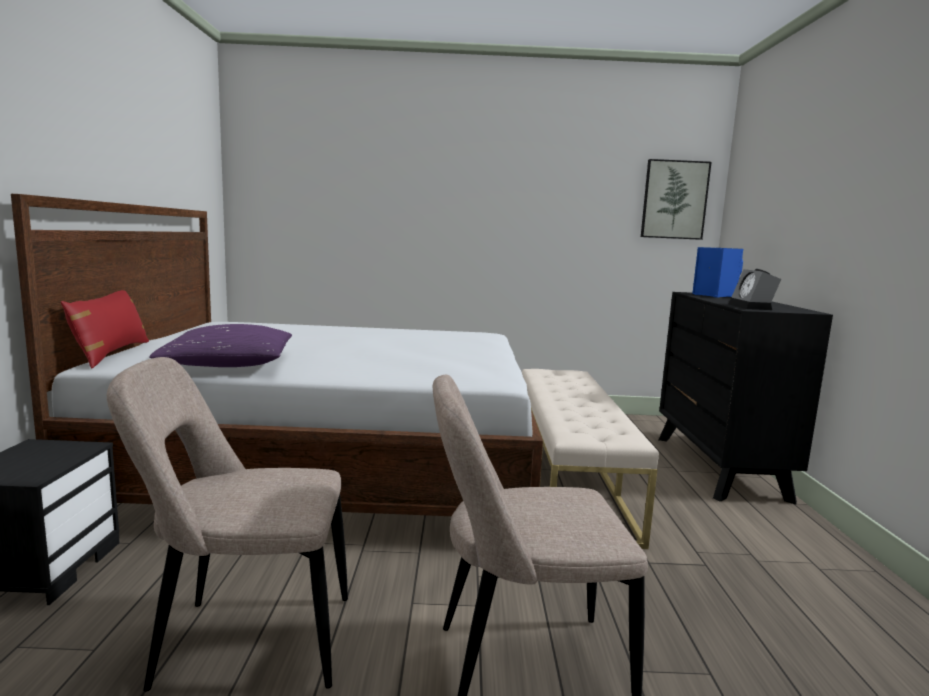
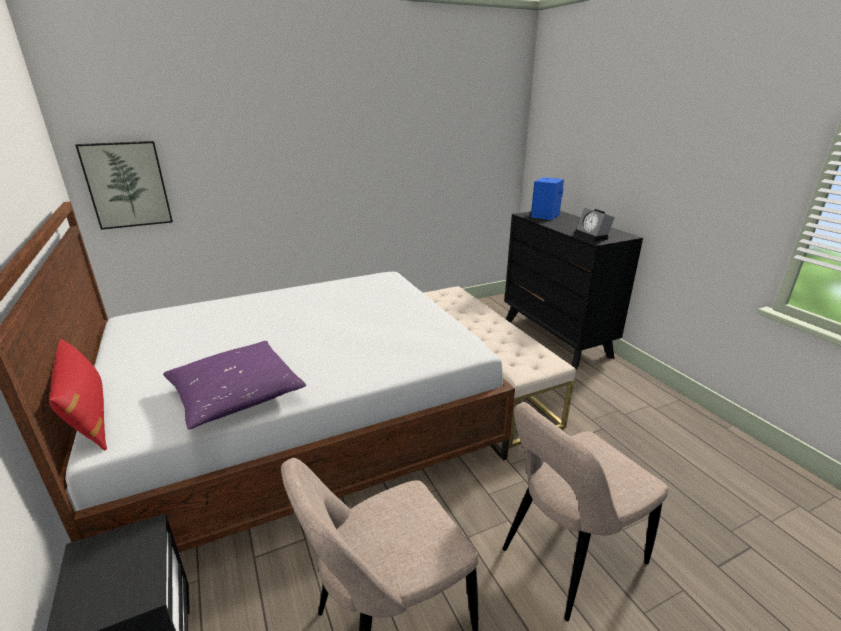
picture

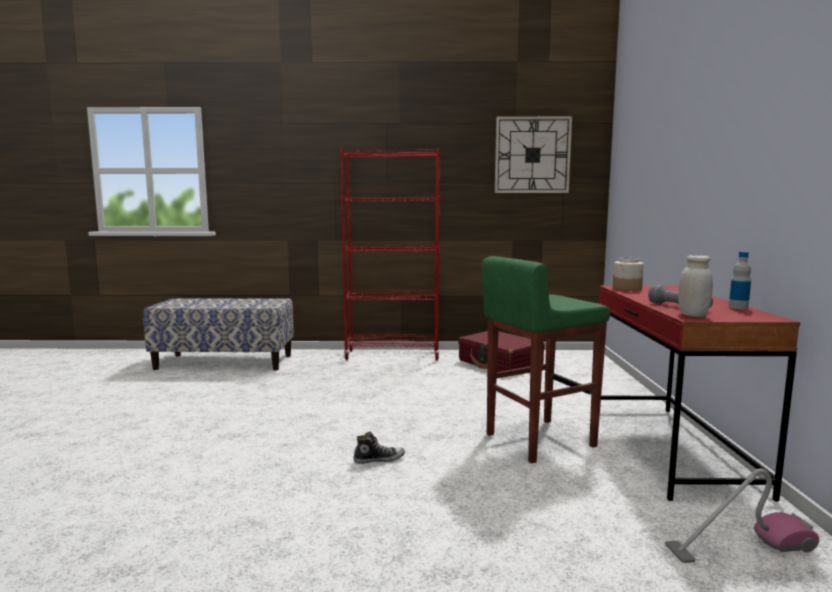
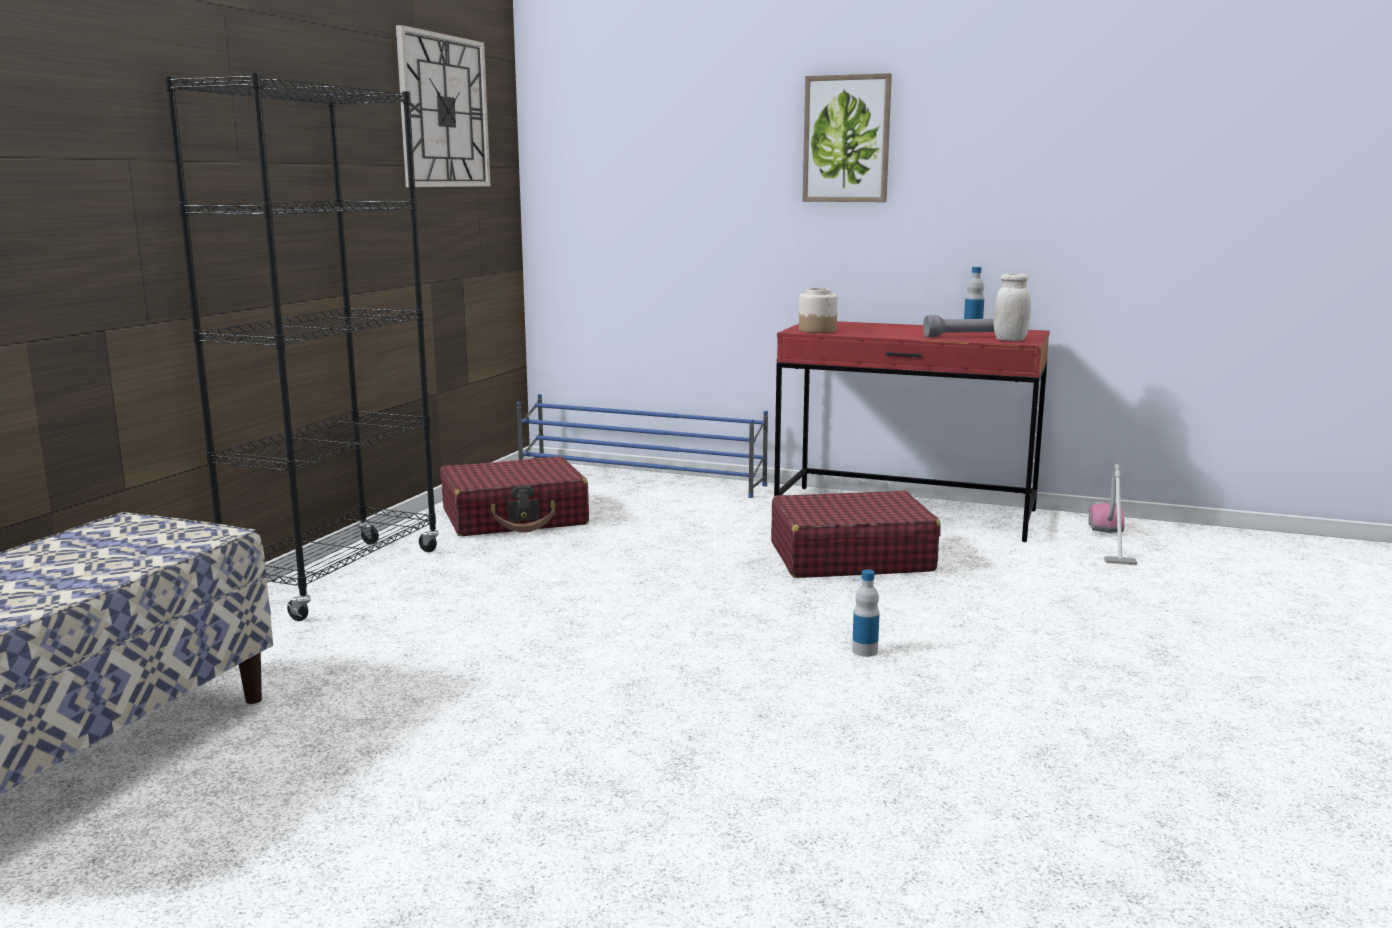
black bookcase
red suitcase (no. 2 from left)
bottle (no. 1 from left)
picture
blue shoe rack

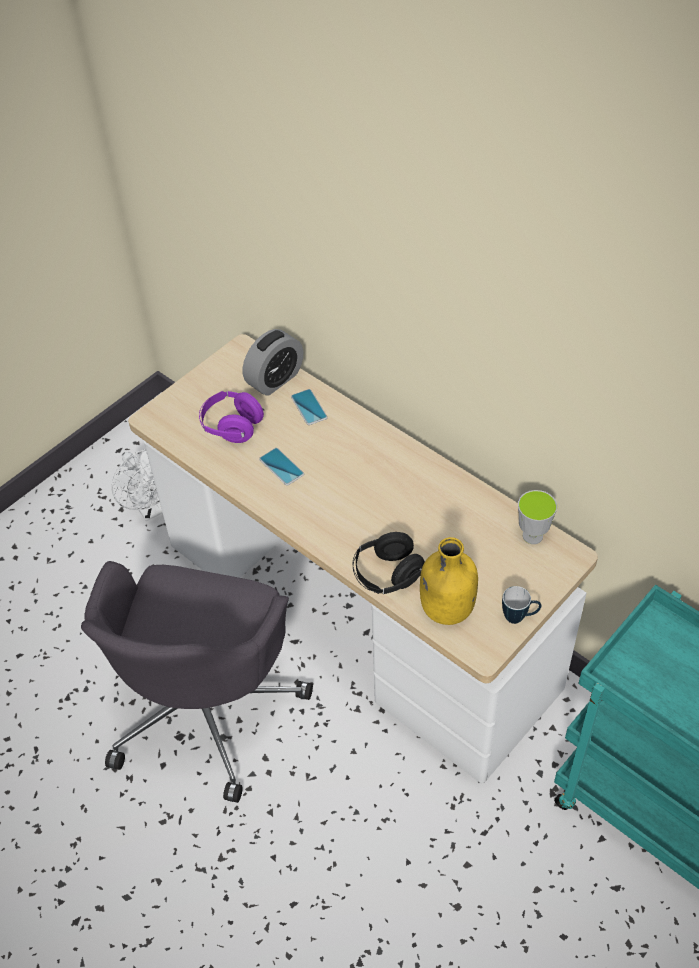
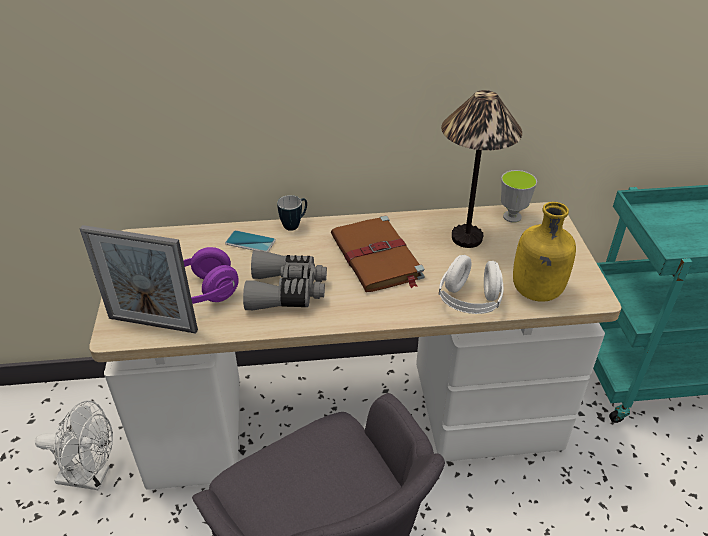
alarm clock
grey binoculars
white headphones
mug
table lamp
brown book
picture frame

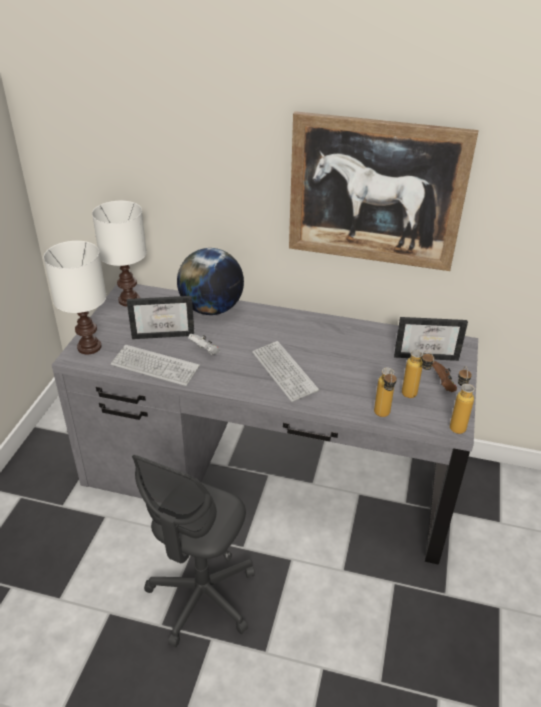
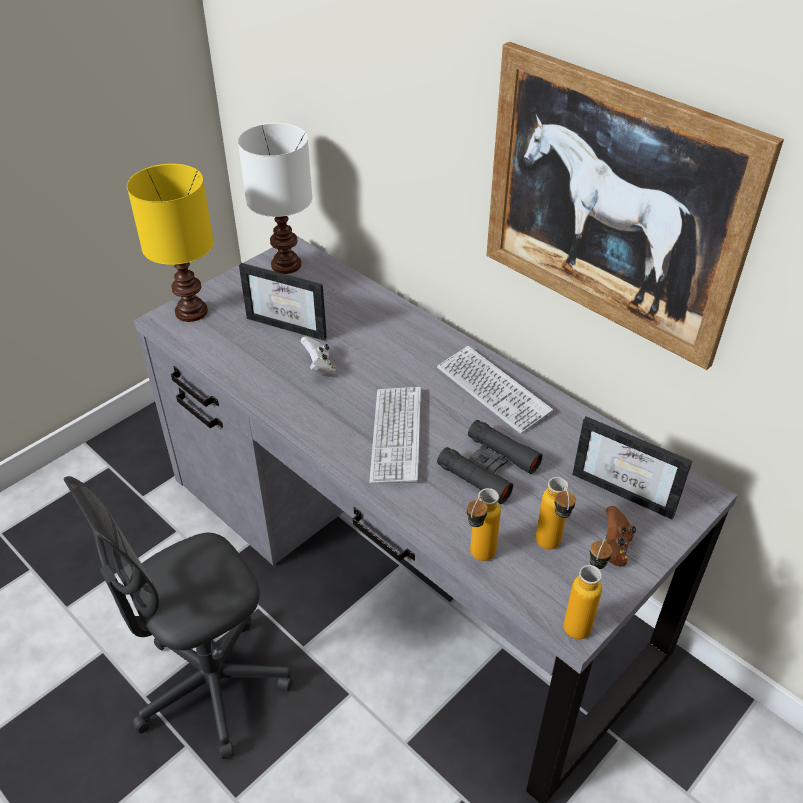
yellow table lamp
globe
keyboard (no. 2 from left)
black binoculars

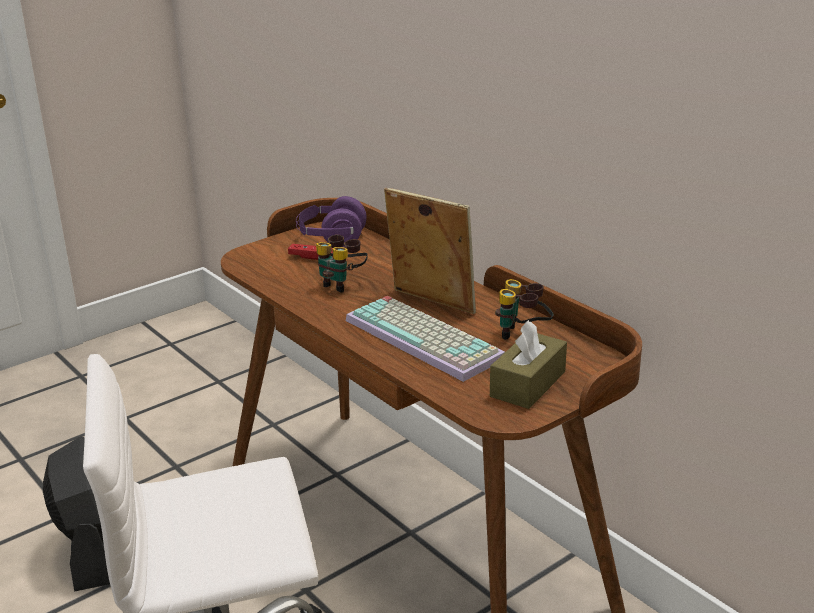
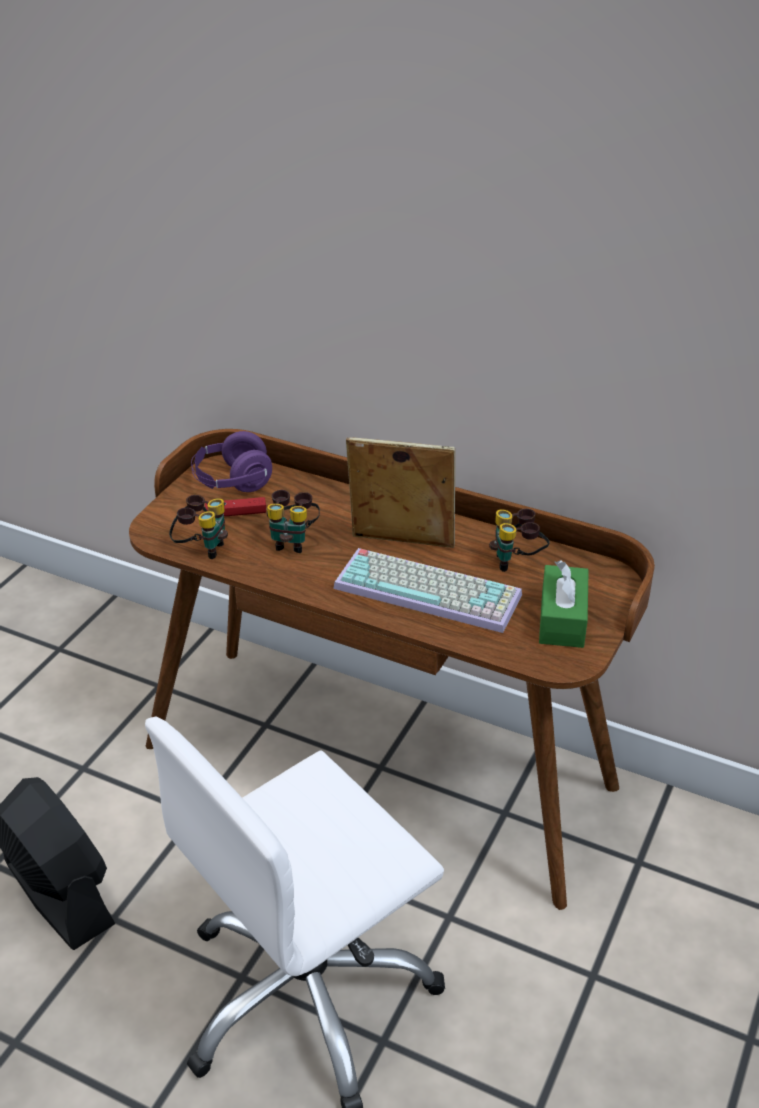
green tissue box
binoculars (no. 1 from left)

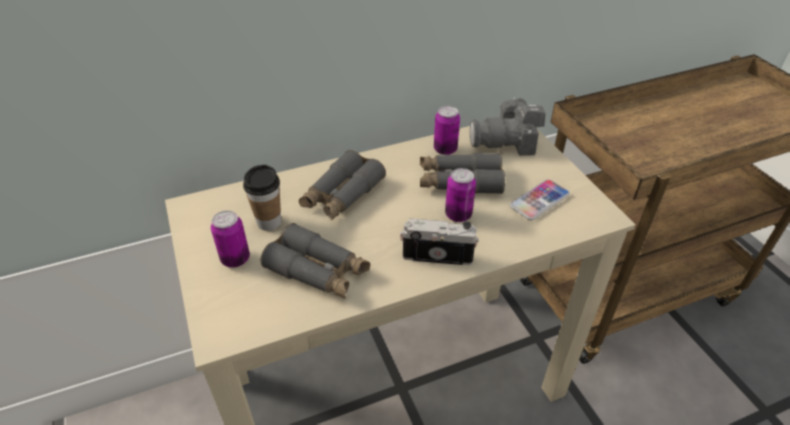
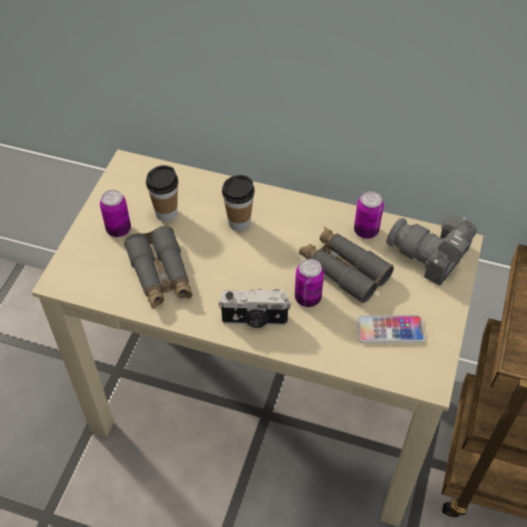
cup (no. 2 from left)
photo camera (no. 1 from left)

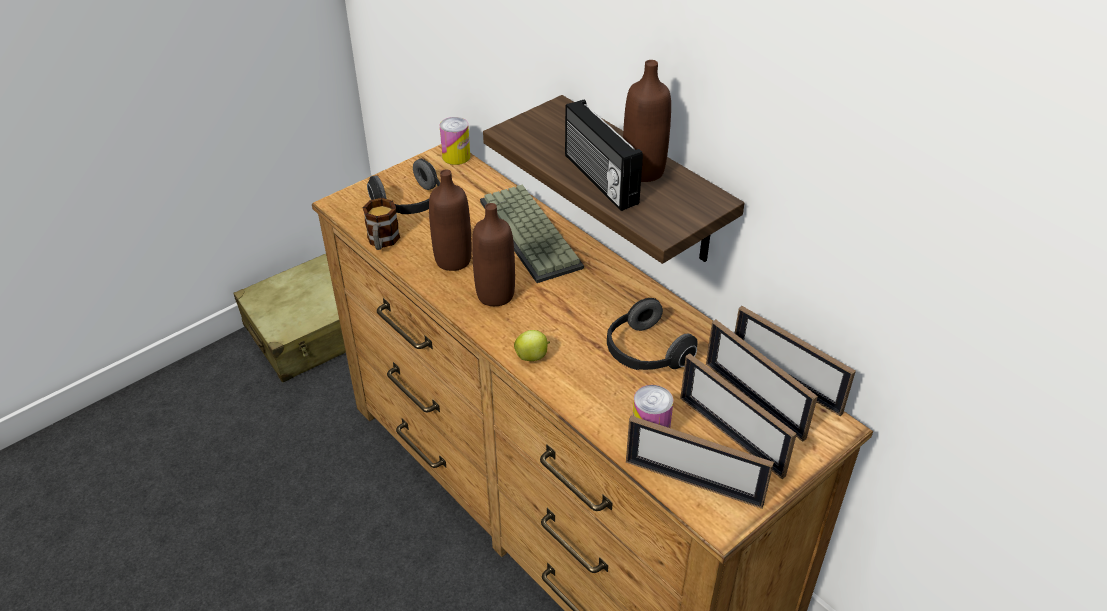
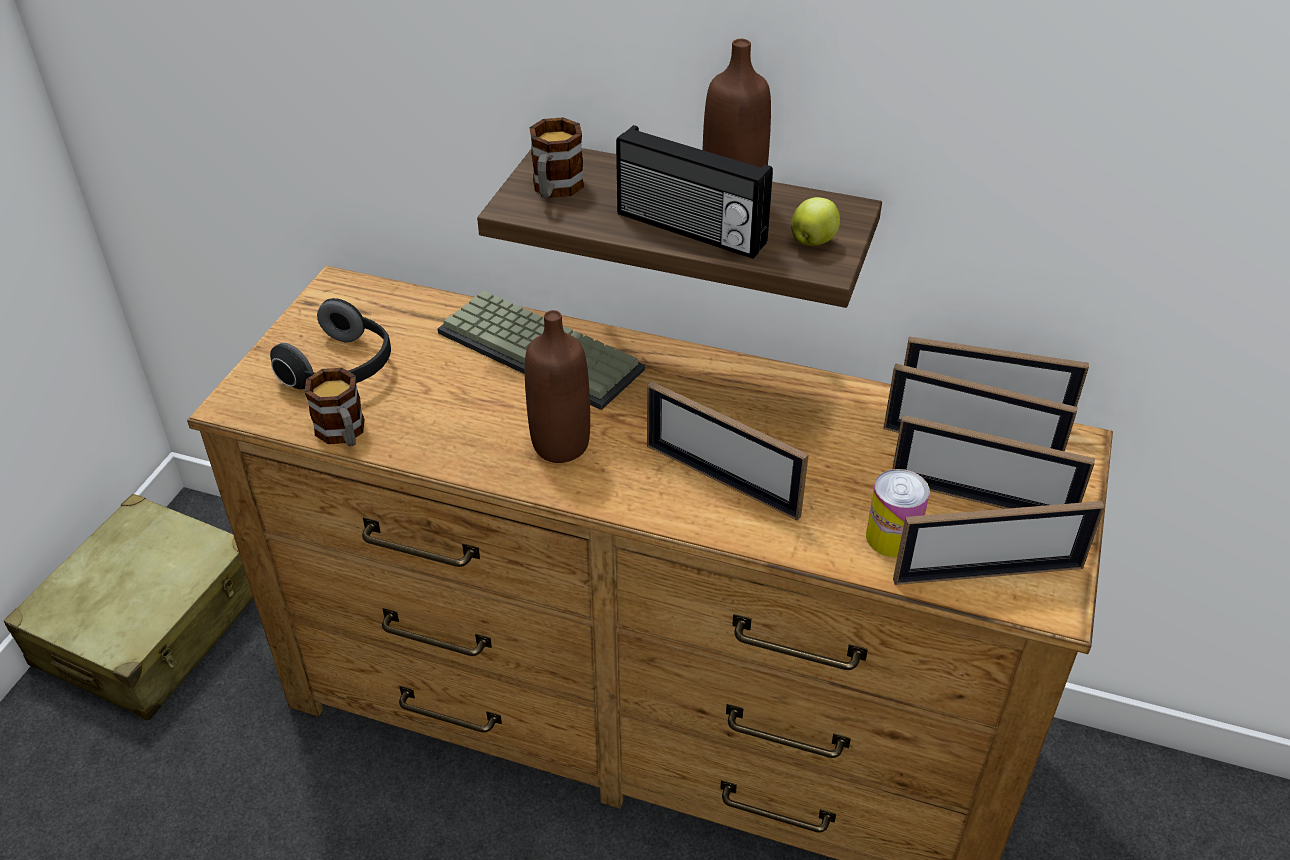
can (no. 1 from left in the first image)
brown bottle (no. 1 from left in the first image)
headphones (no. 2 from left in the first image)
apple
mug (no. 2 from left)
picture frame (no. 1 from left)

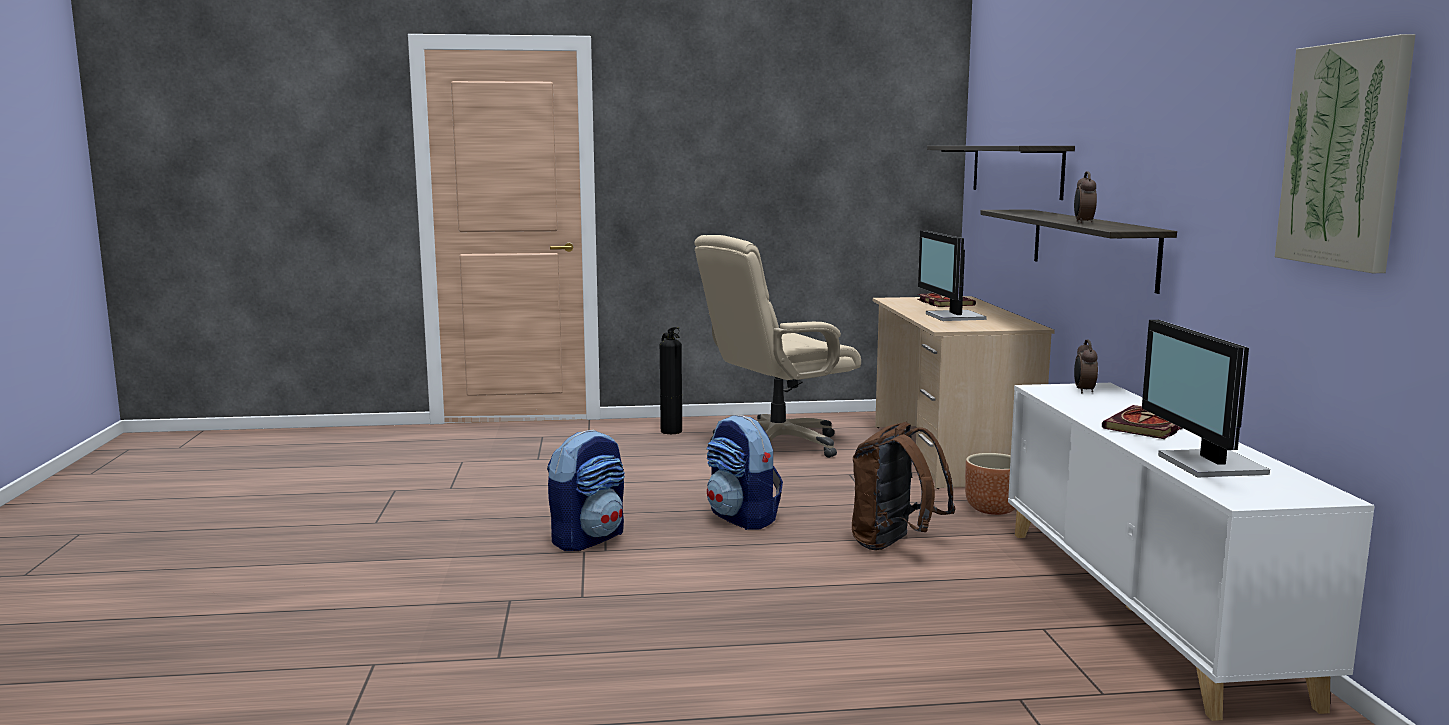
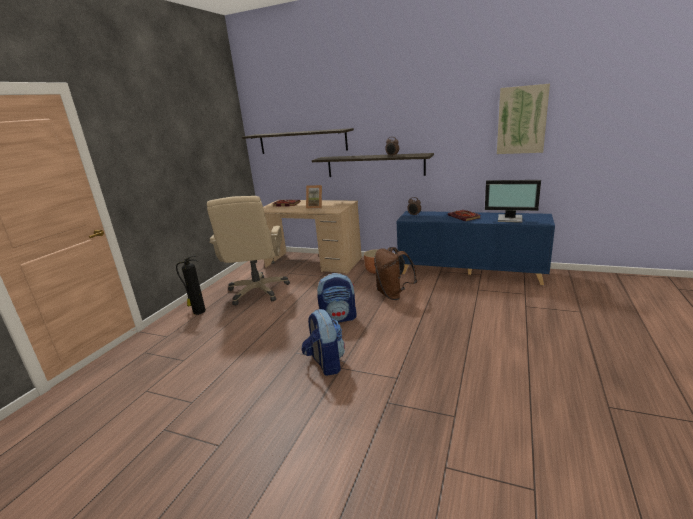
picture frame
blue cabinet

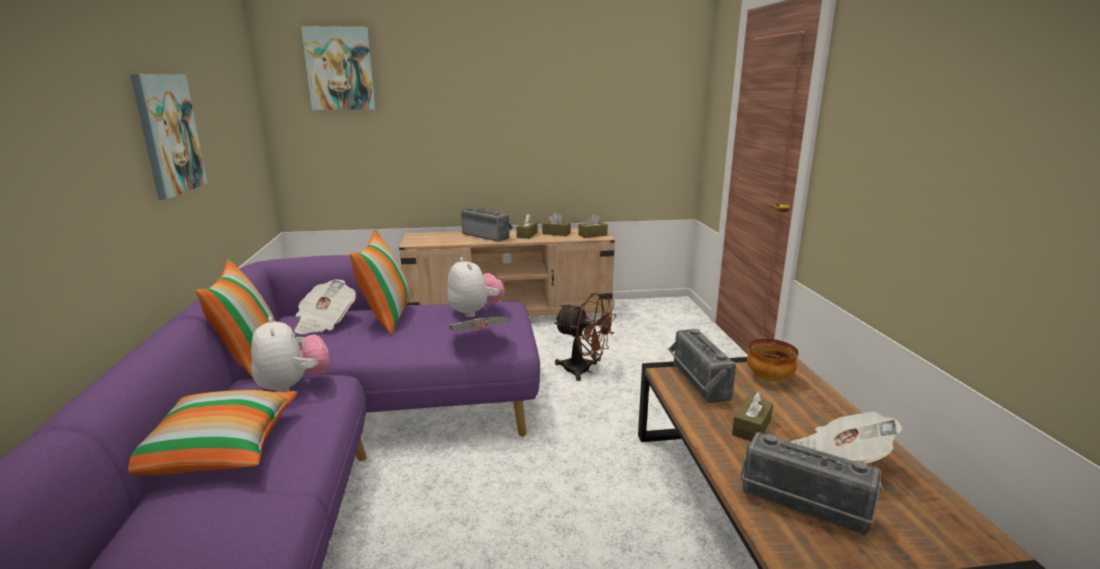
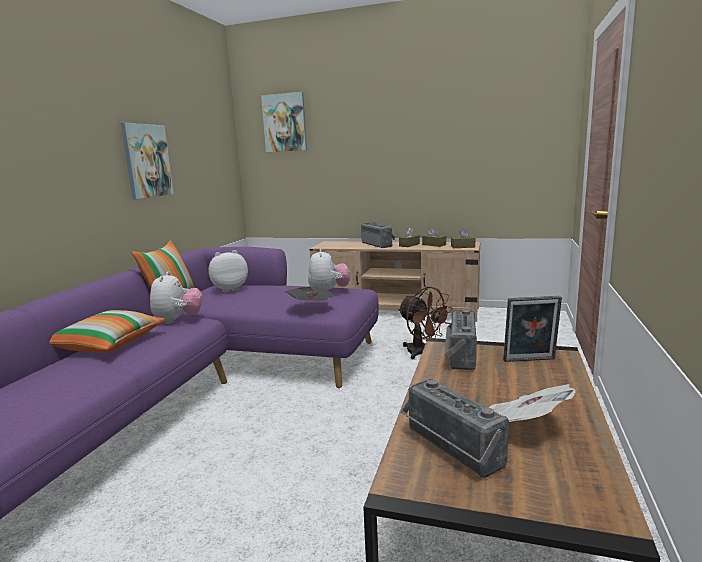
pillow (no. 3 from left in the first image)
plush toy (no. 2 from left)
picture frame
brown tissue box (no. 4 from left in the first image)

